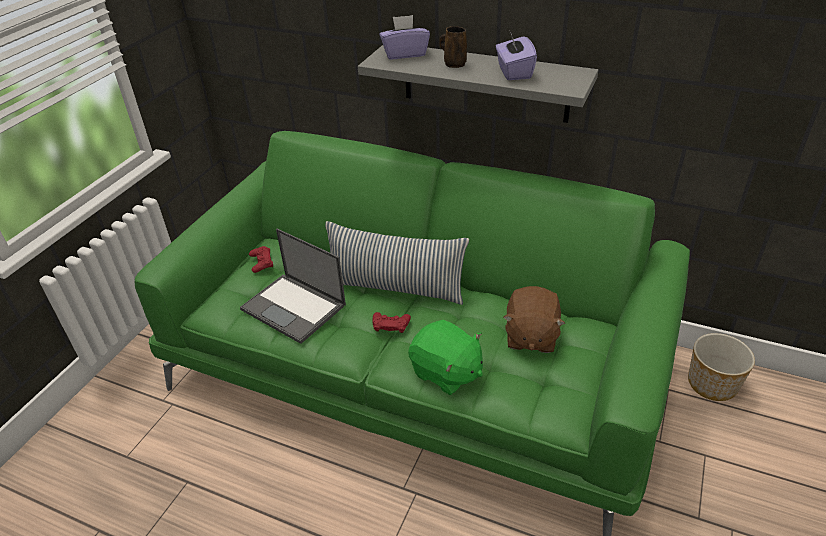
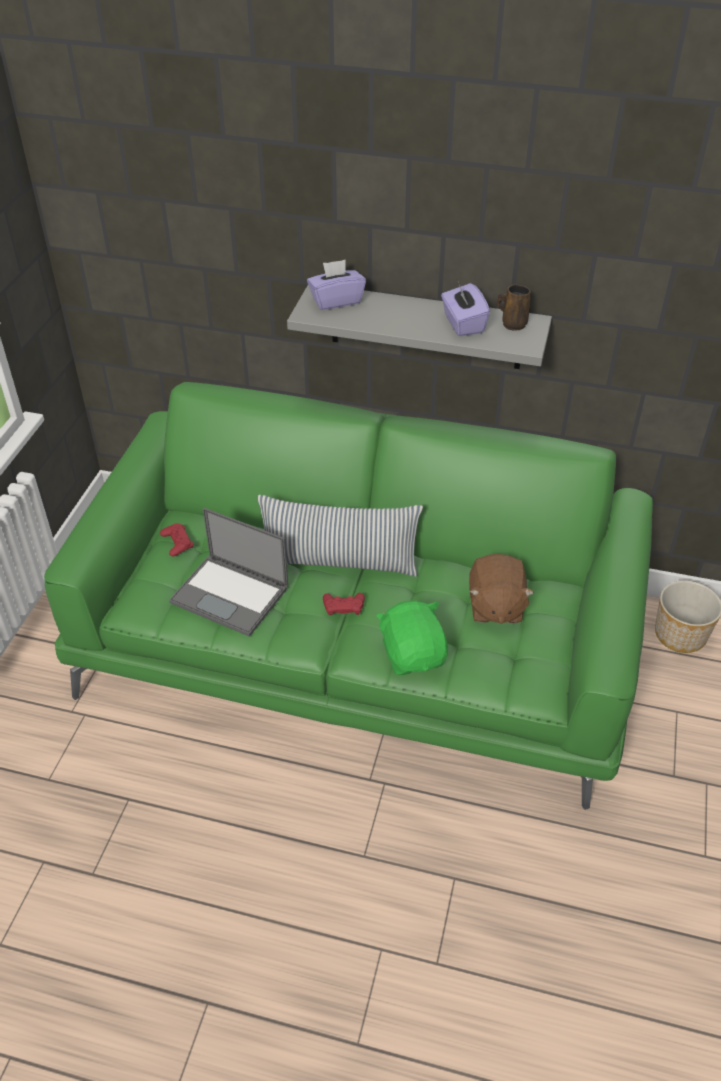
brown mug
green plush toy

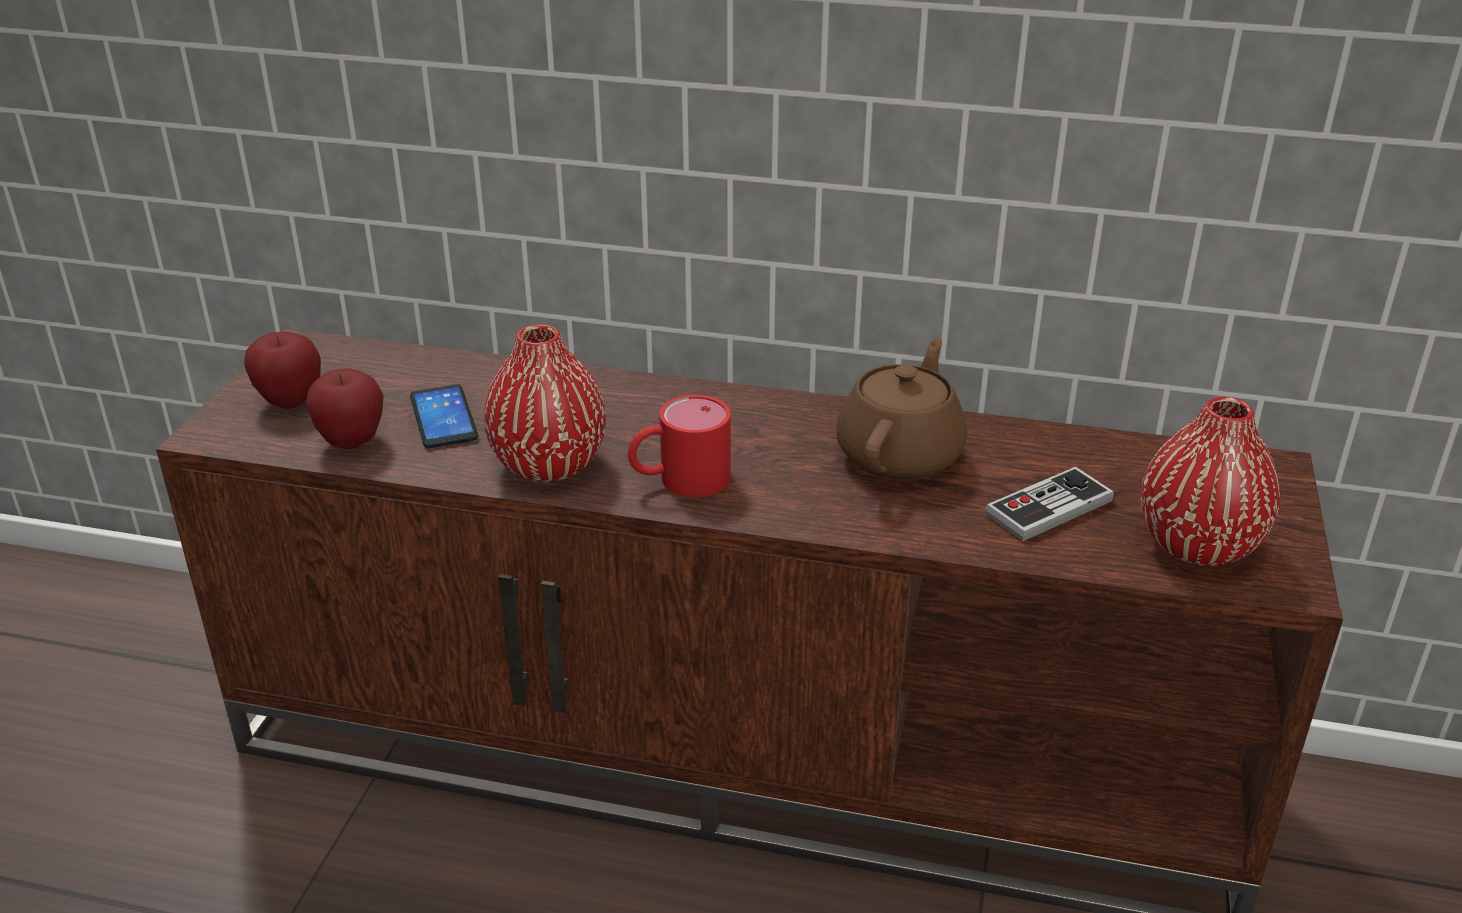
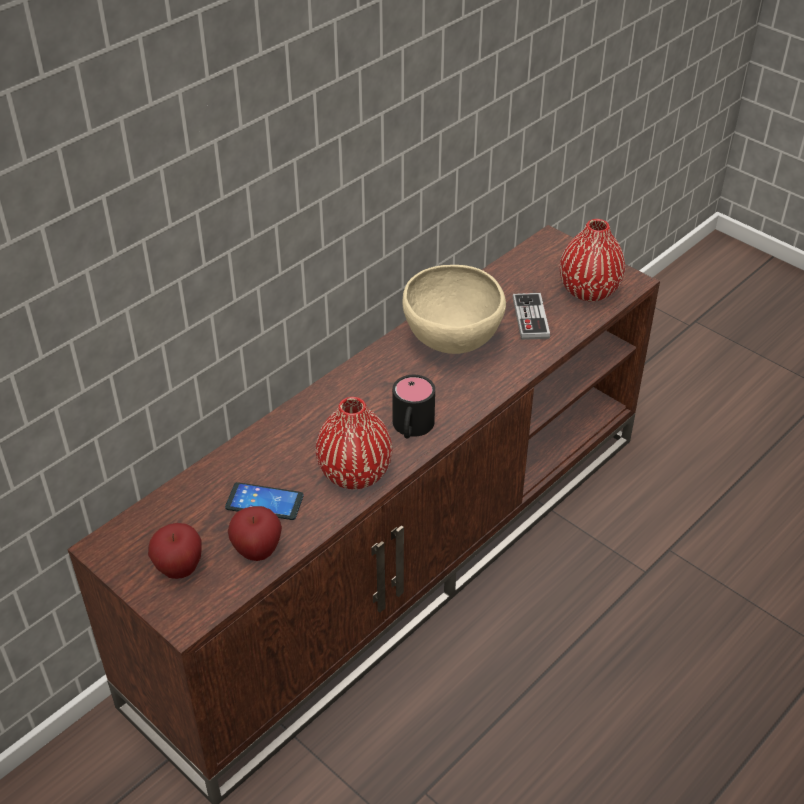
beige bowl
black mug

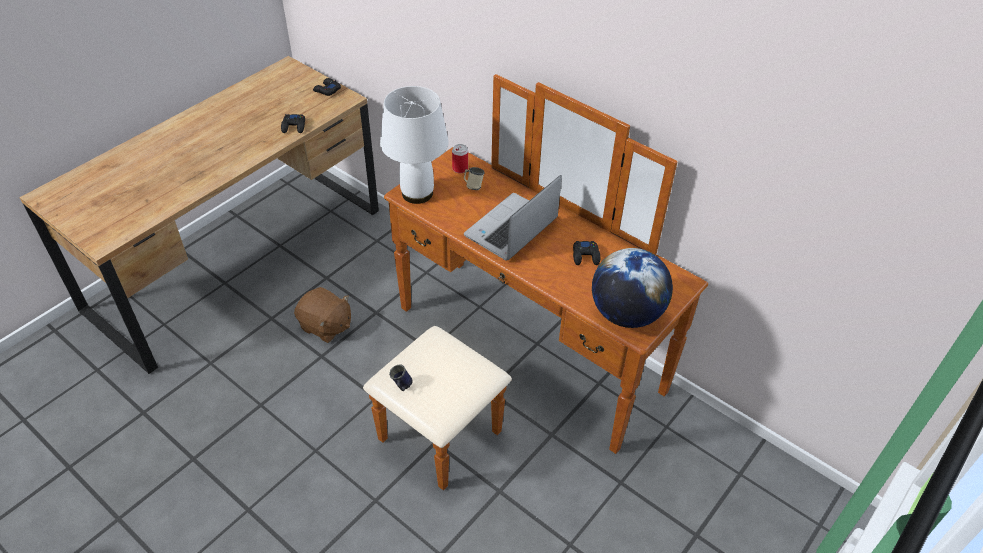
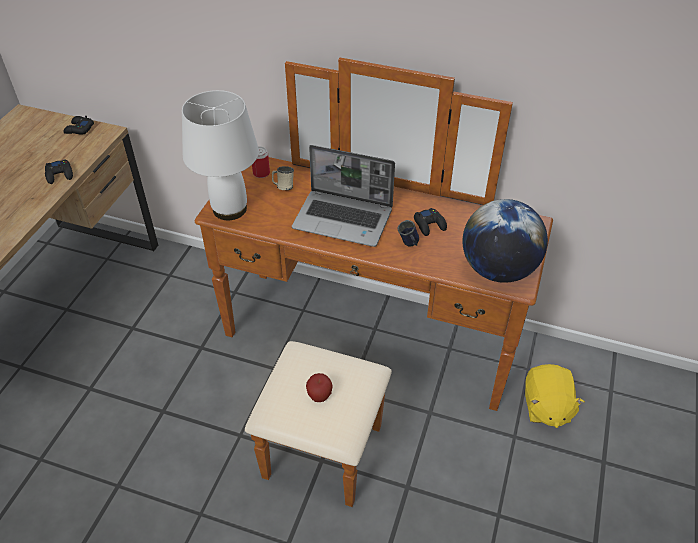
laptop
brown plush toy
blue mug
yellow plush toy
apple

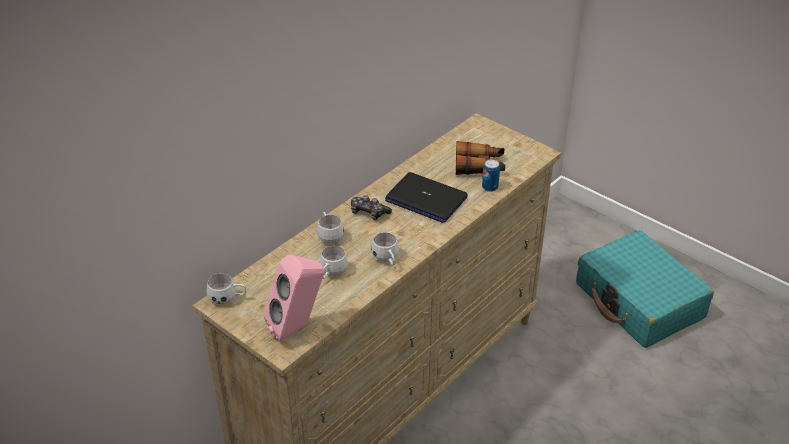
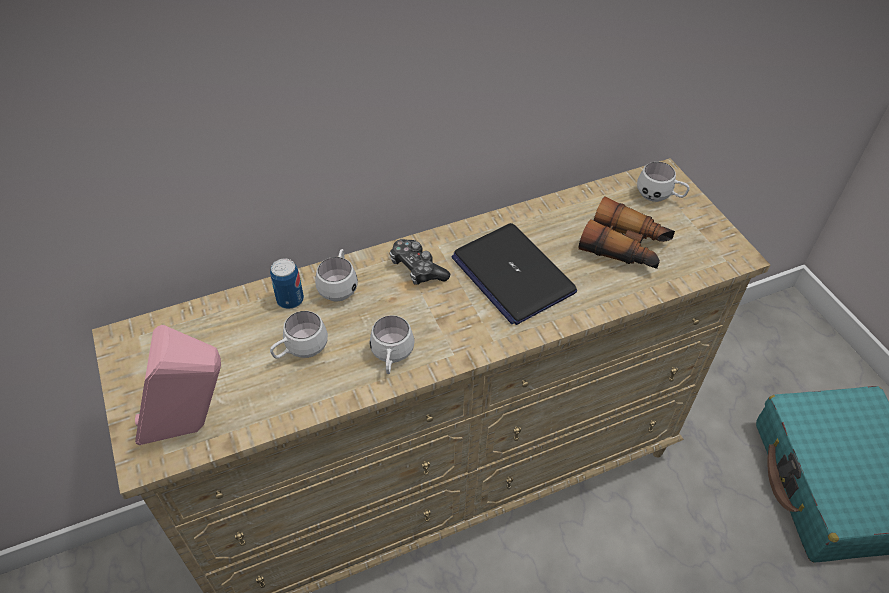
can
white mug (no. 4 from left)

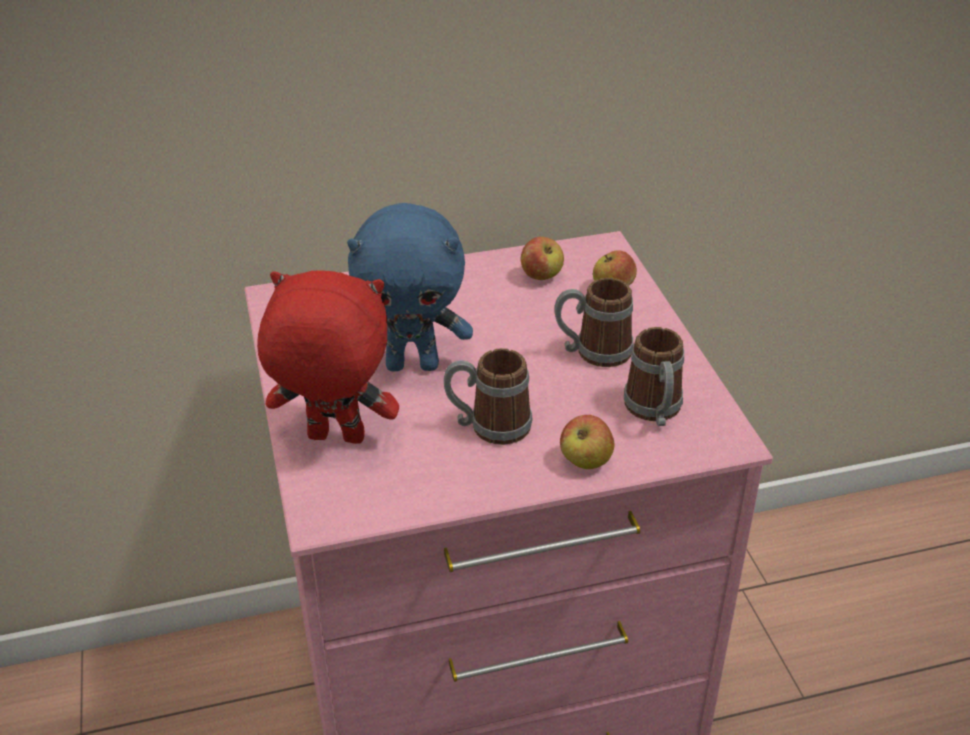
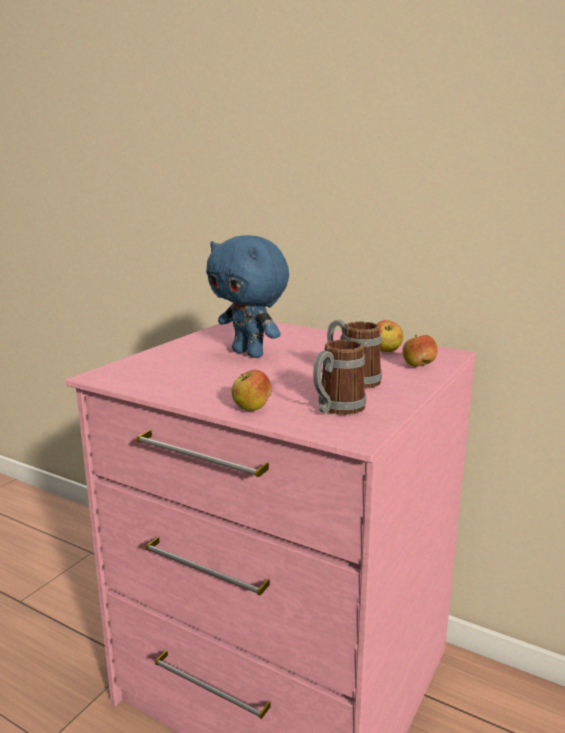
red plush toy
mug (no. 1 from left in the first image)

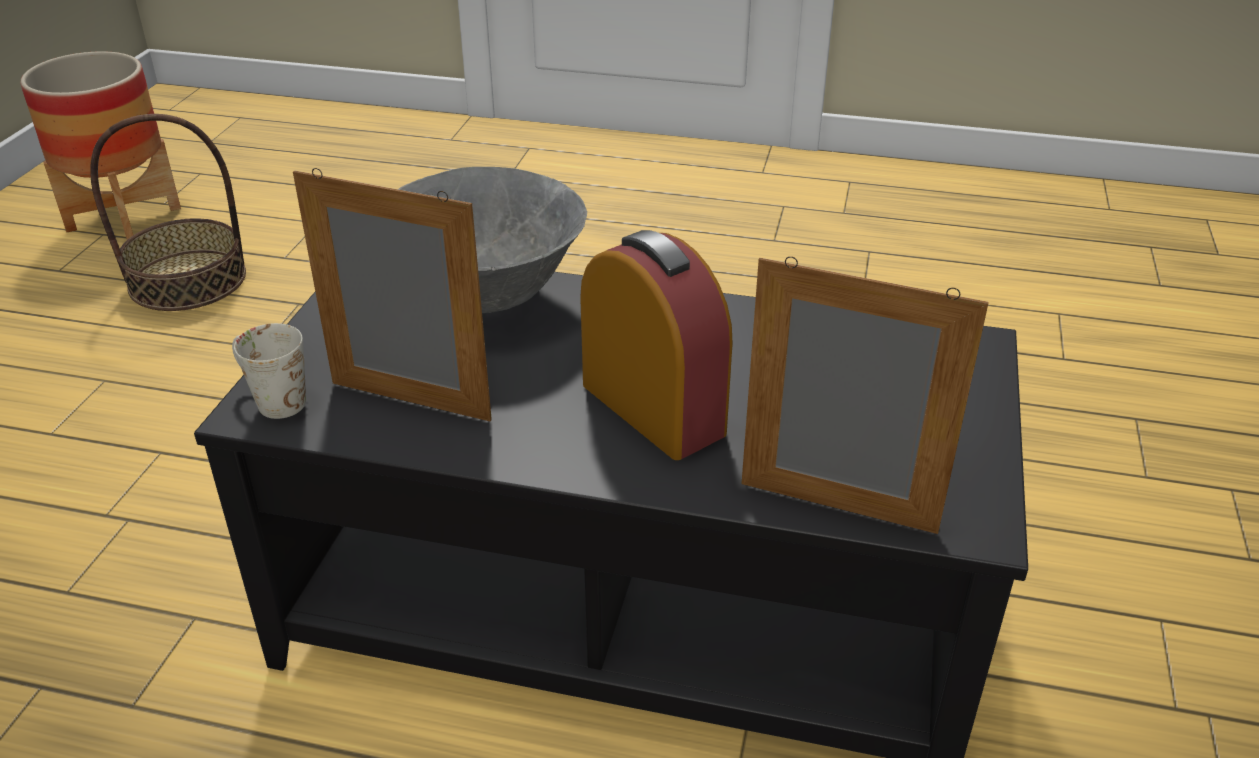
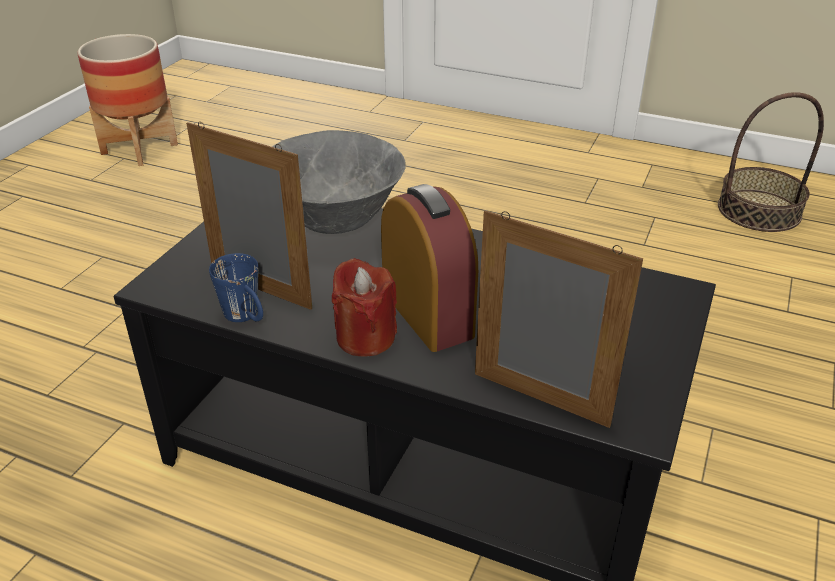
basket
white mug
blue mug
red candle

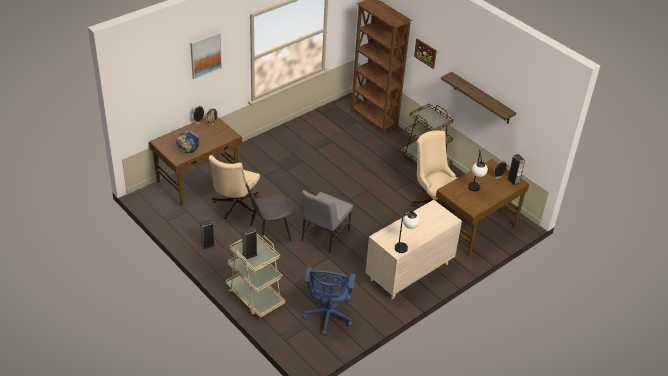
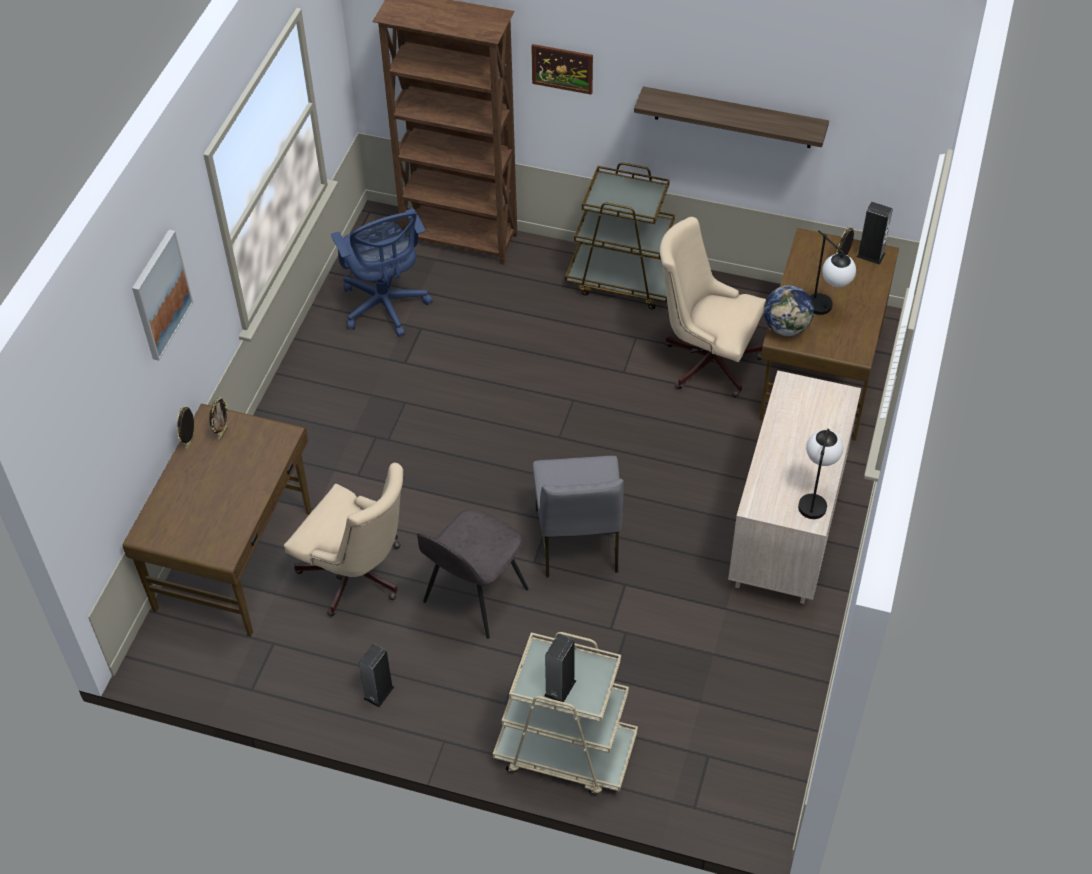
globe
beige office chair (no. 1 from left)
blue office chair

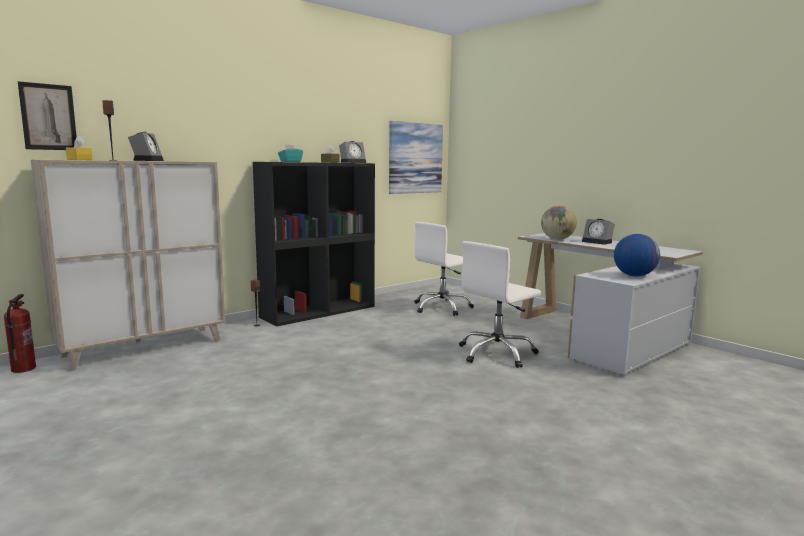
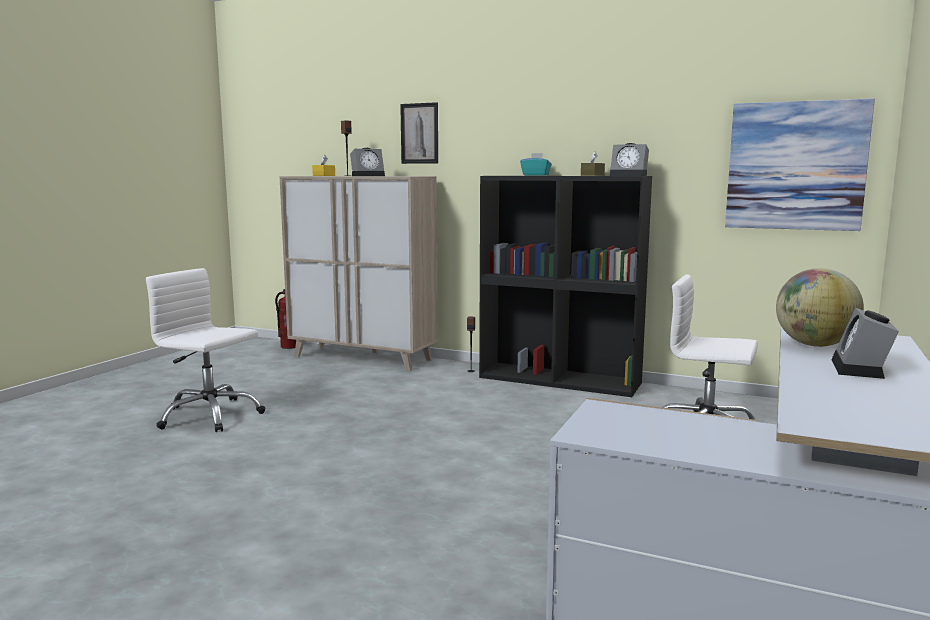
picture (no. 1 from left)
globe (no. 2 from left in the first image)
white office chair (no. 1 from left)

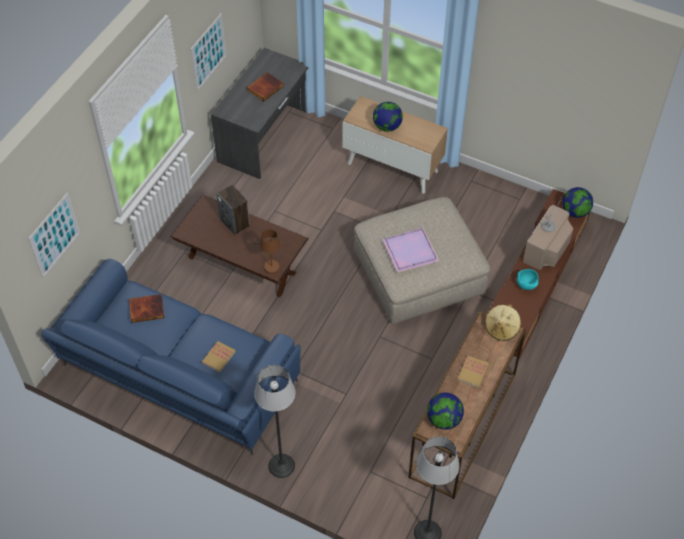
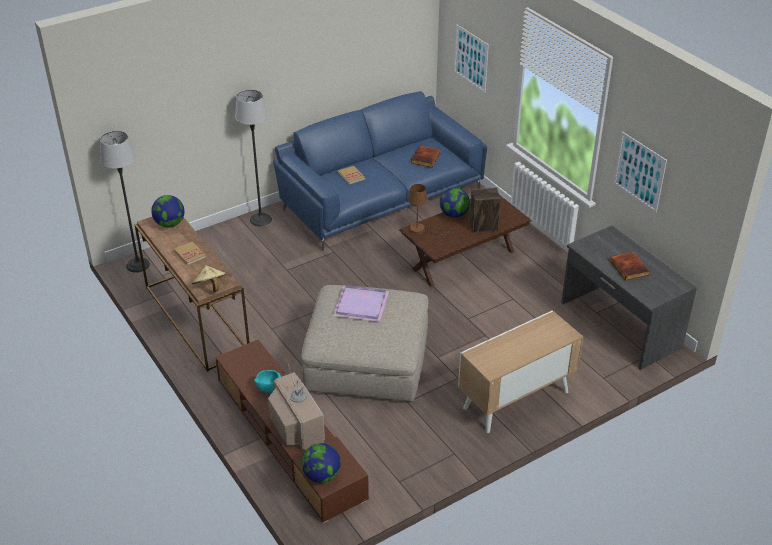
globe (no. 3 from left)

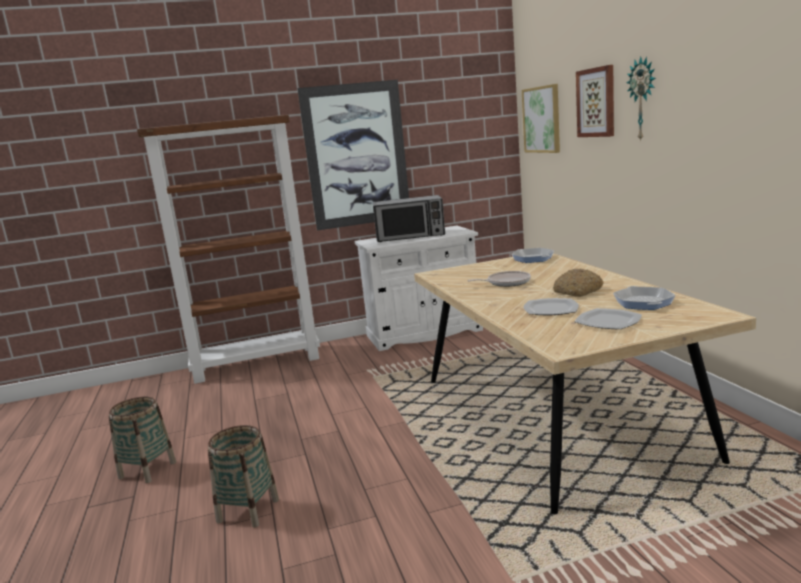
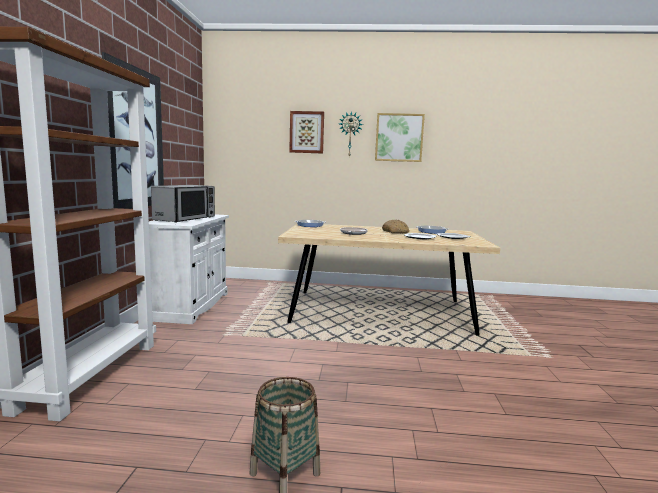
picture (no. 3 from left)
basket (no. 2 from left in the first image)

